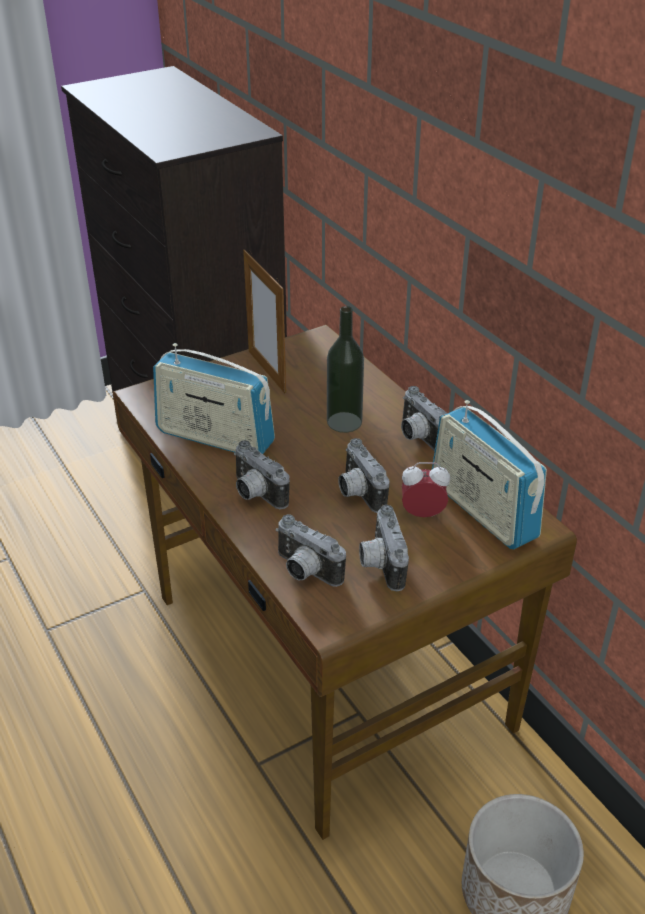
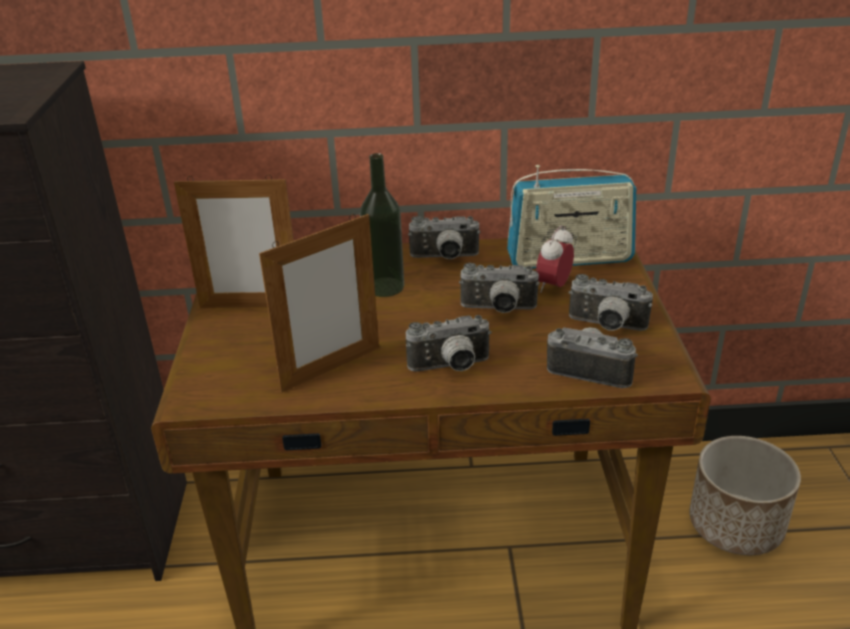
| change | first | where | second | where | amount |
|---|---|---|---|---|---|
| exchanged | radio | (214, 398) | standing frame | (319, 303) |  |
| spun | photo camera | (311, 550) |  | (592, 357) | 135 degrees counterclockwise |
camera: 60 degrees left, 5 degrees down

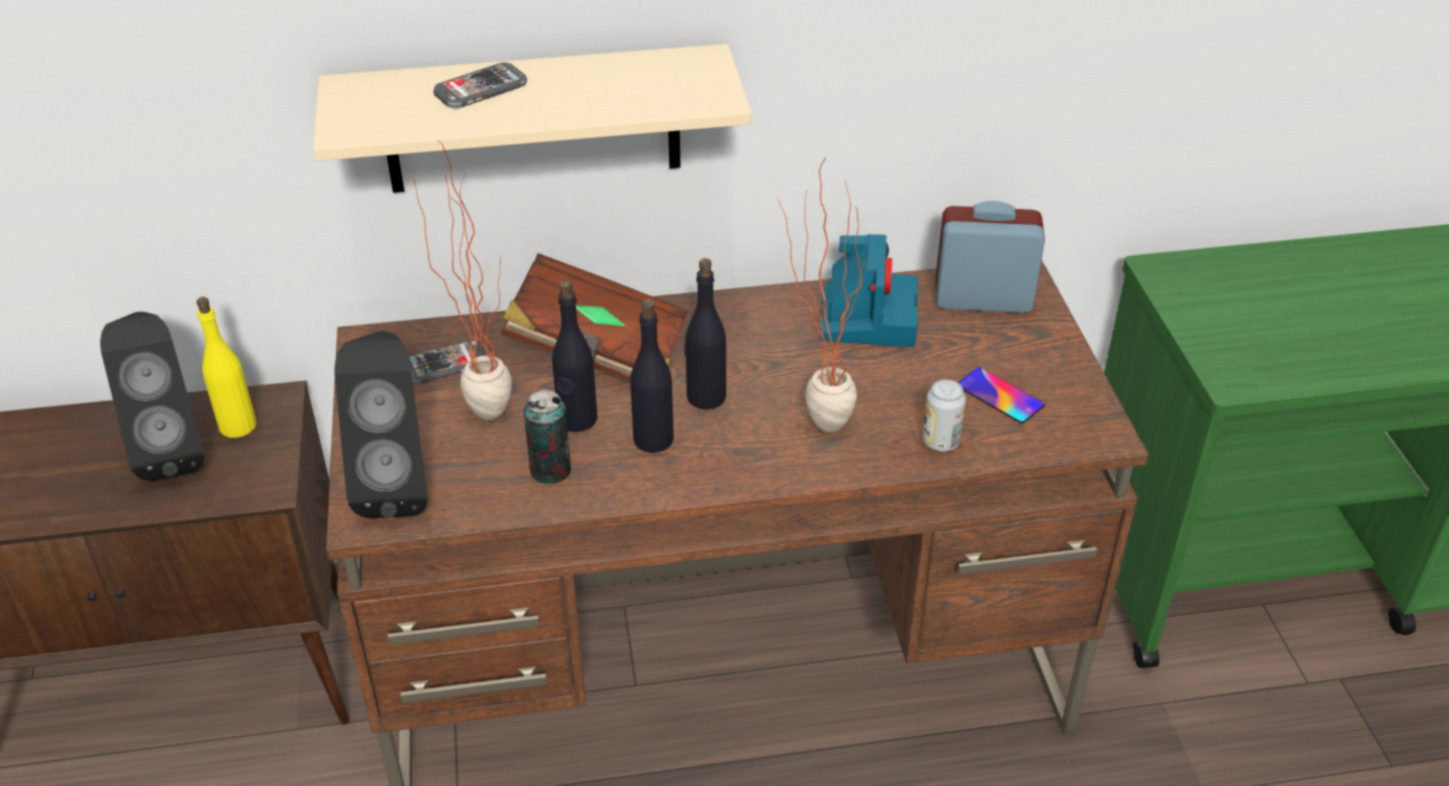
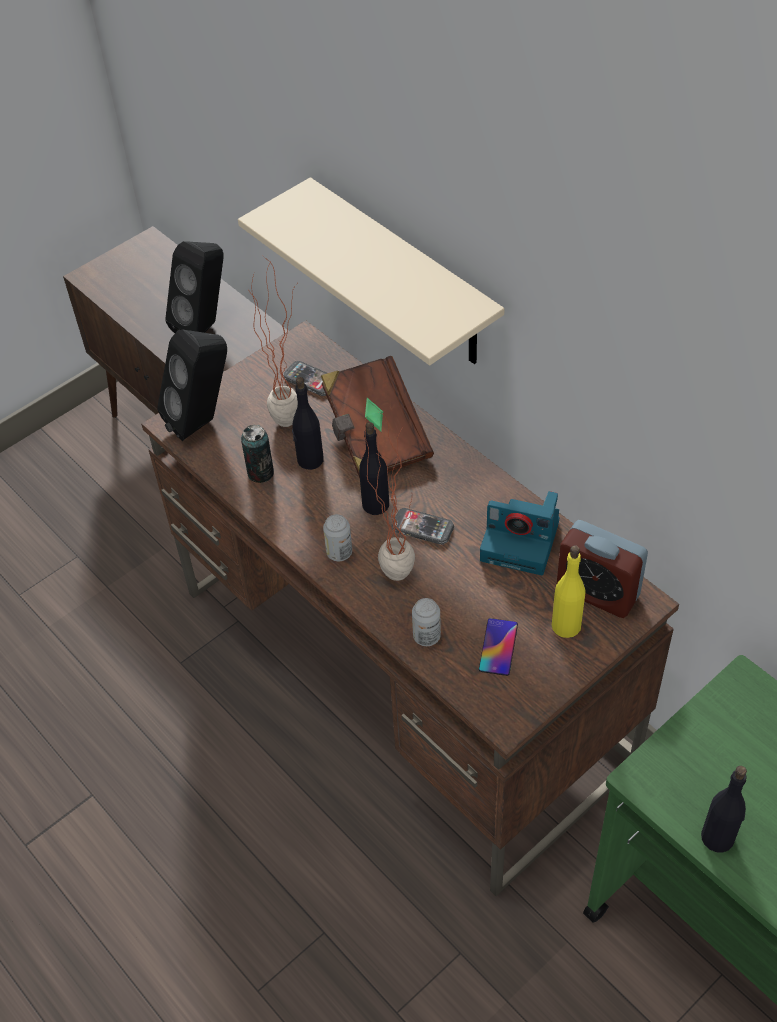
| change | first | where | second | where | amount |
|---|---|---|---|---|---|
| relocated | handset | (480, 85) |  | (422, 526) |  |
| spun | bedside clock | (990, 257) |  | (602, 569) | 150 degrees clockwise |
| spun | photo camera | (868, 290) |  | (519, 533) | 45 degrees clockwise |
| relocated | drink bottle (yellow-coloured) | (226, 367) |  | (568, 591) |  |
| relocated | drink bottle (blackish) | (652, 376) |  | (724, 809) |  |
| appeared |  |  | metal can | (337, 537) |  |
camera: 60 degrees right, 10 degrees up

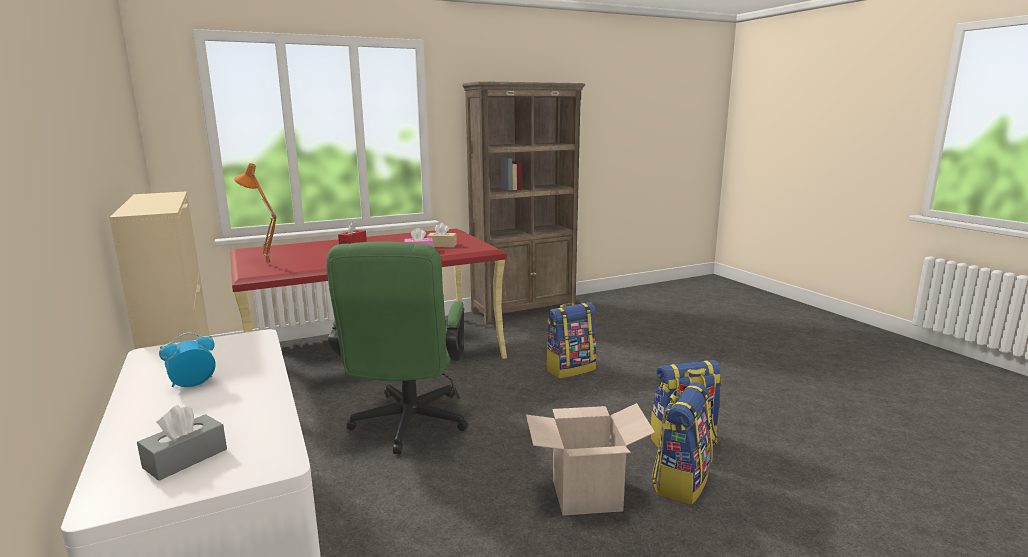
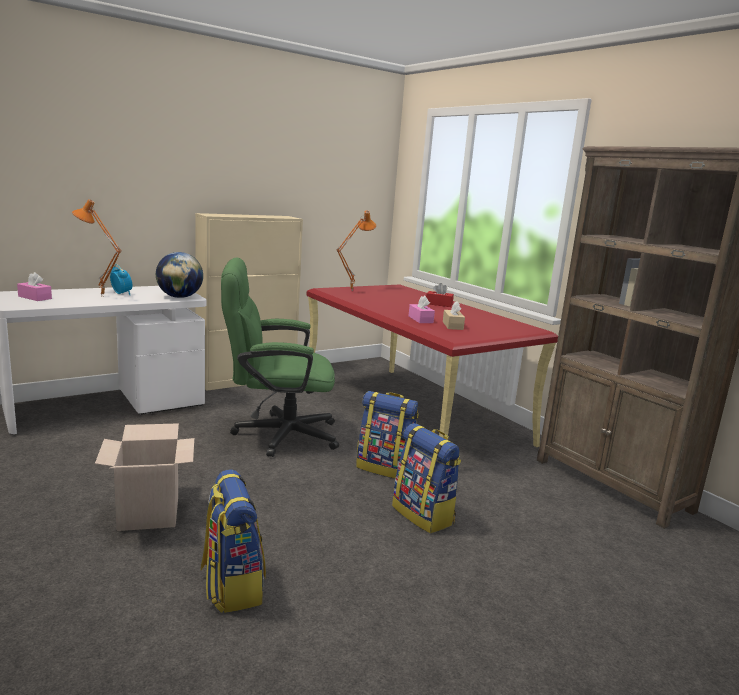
| change | first | where | second | where | amount |
|---|---|---|---|---|---|
| relocated | rucksack | (682, 443) |  | (387, 434) |  |
| colour | tissue box (grey) | (182, 443) | tissue box (pink-coloured) | (34, 286) |  |
| appeared |  |  | lamp for a table (orangey) | (97, 248) |  |
| appeared |  |  | desk globe | (179, 275) |  |
camera: 80 degrees right, 0 degrees up

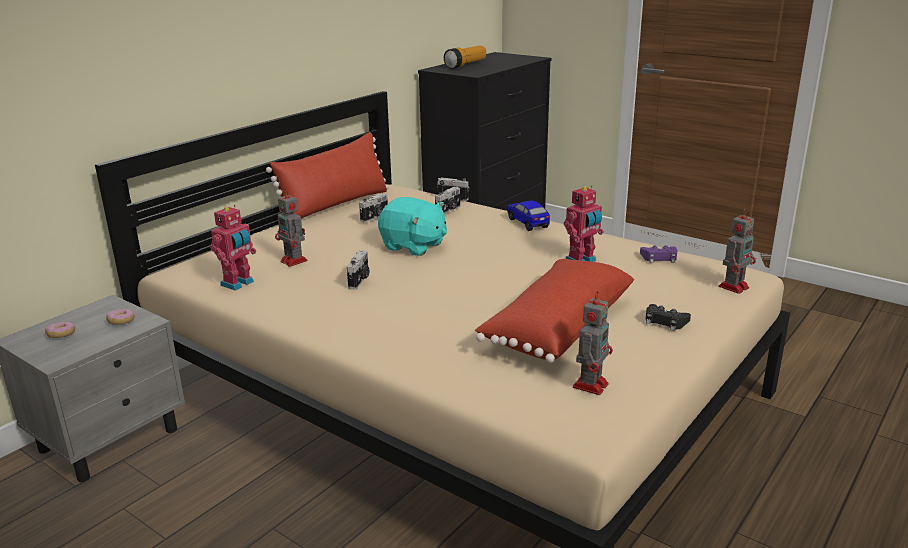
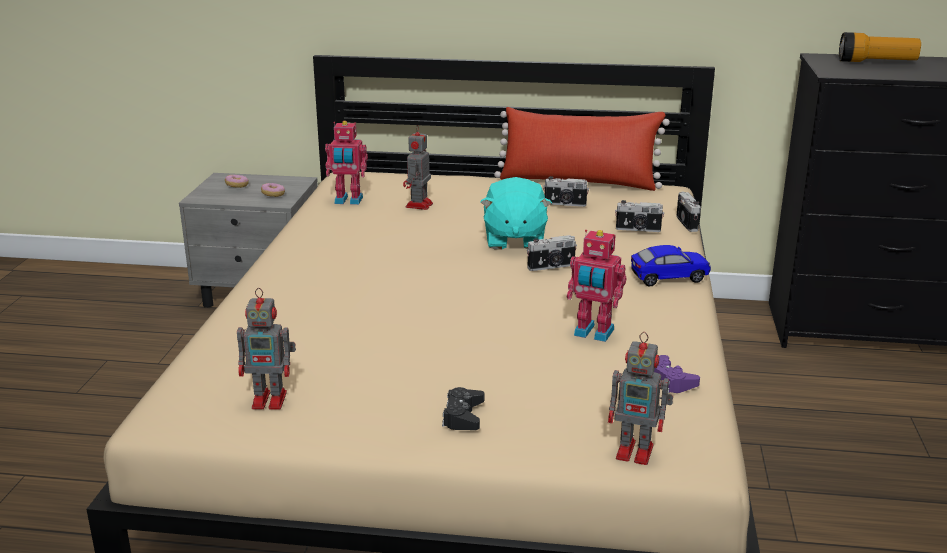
| change | first | where | second | where | amount |
|---|---|---|---|---|---|
| spun | miniature car | (528, 216) |  | (671, 266) | 45 degrees clockwise |
| relocated | photo camera | (358, 269) |  | (552, 253) |  |
| missing | pillow (reddish) | (554, 311) |  |  |  |
camera: 60 degrees right, 0 degrees up

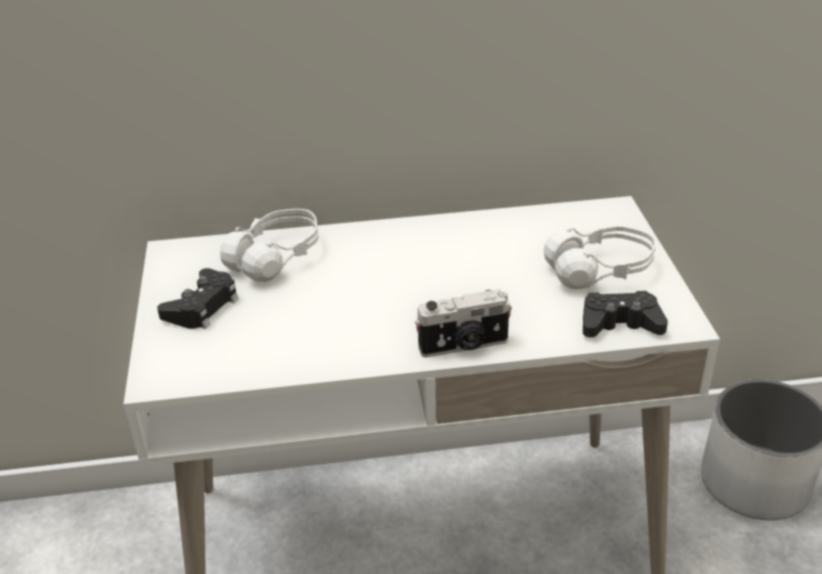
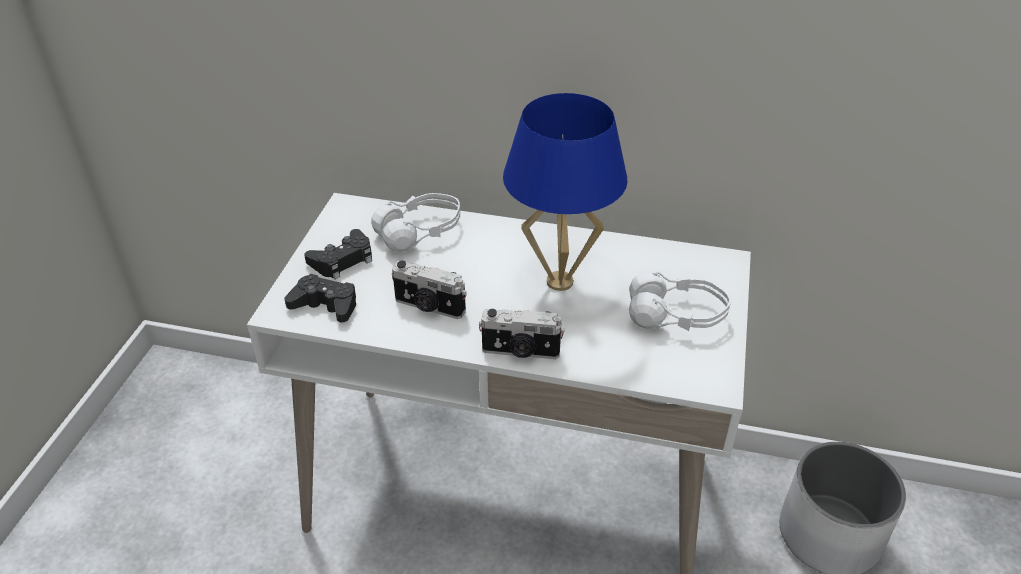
| change | first | where | second | where | amount |
|---|---|---|---|---|---|
| relocated | game controller (blackish) | (625, 314) |  | (320, 298) |  |
| appeared |  |  | lamp for a table (blue-coloured) | (565, 192) |  |
| appeared |  |  | photo camera | (429, 290) |  |
camera: 20 degrees right, 5 degrees up

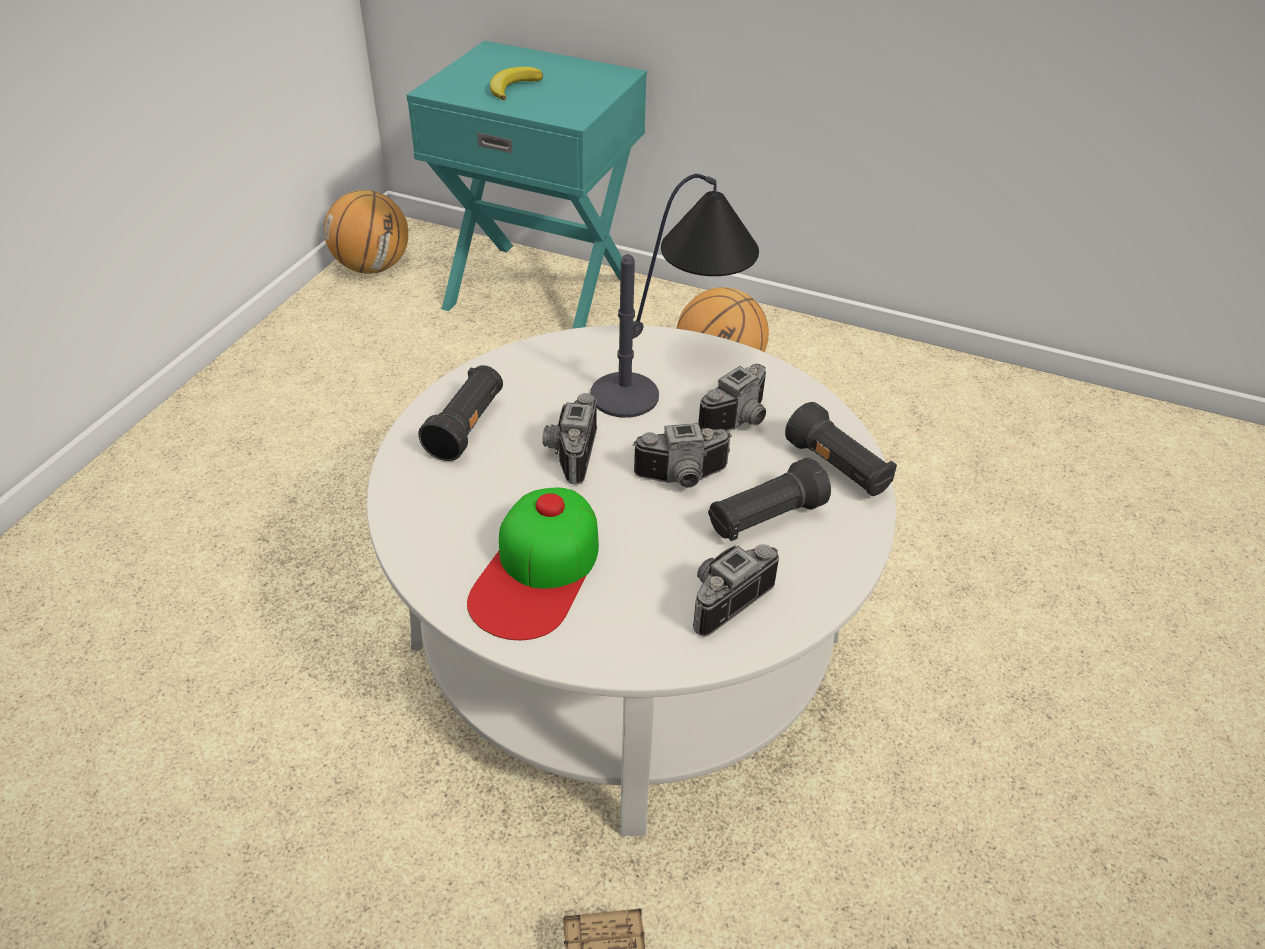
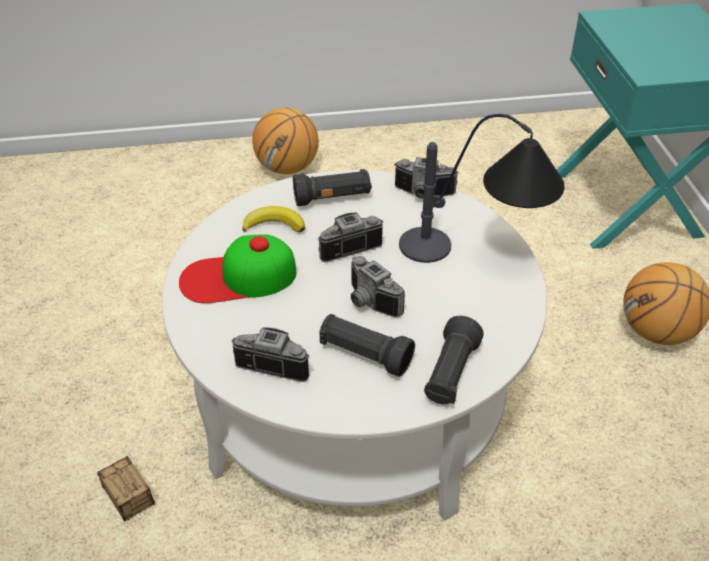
| change | first | where | second | where | amount |
|---|---|---|---|---|---|
| relocated | whole banana | (516, 83) |  | (273, 219) |  |
| relocated | ball for basketball | (366, 232) |  | (285, 140) |  |
| relocated | photo camera | (732, 397) |  | (426, 178) |  |
camera: 60 degrees right, 0 degrees up

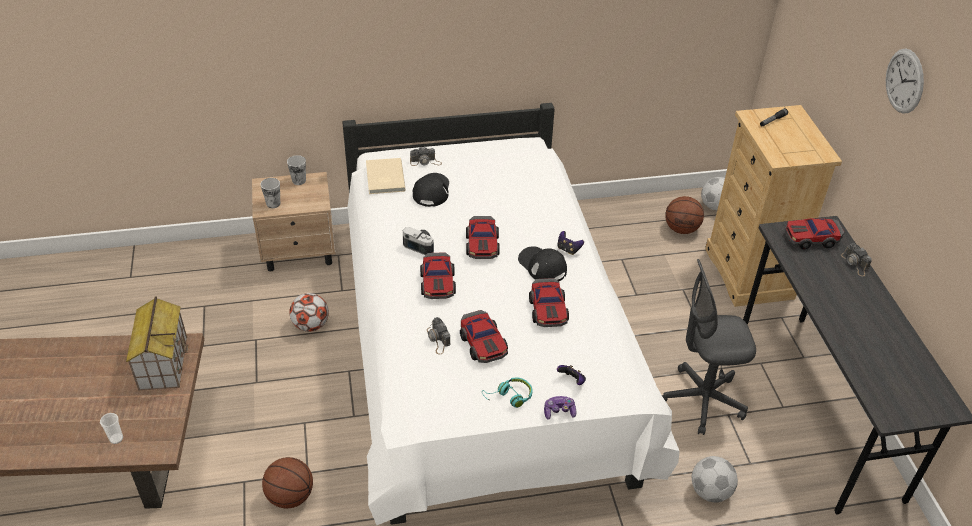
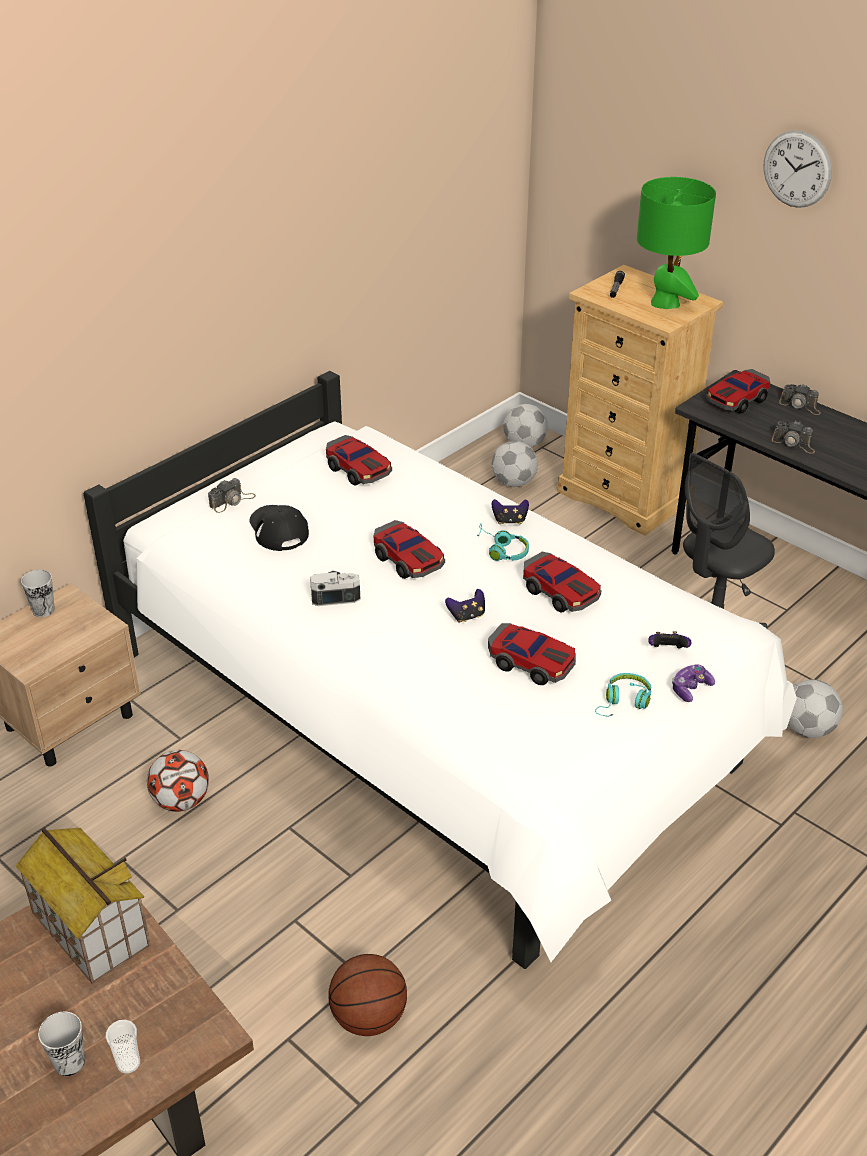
| change | first | where | second | where | amount |
|---|---|---|---|---|---|
| missing | bound book (beige) | (386, 176) |  |  |  |
| relocated | drinking cup | (270, 193) |  | (61, 1044) |  |
| exchanged | ball for basketball | (684, 215) | ball for football | (515, 464) |  |
| exchanged | baseball cap (blackish) | (542, 263) | headphones (turquoise) | (503, 542) |  |
| relocated | miniature car | (438, 275) |  | (359, 460) |  |
| relocated | photo camera | (439, 336) |  | (793, 437) |  |
| appeared |  |  | lamp for a table (green) | (676, 243) |  |
| appeared |  |  | game controller | (465, 606) |  |
camera: 35 degrees left, 5 degrees down

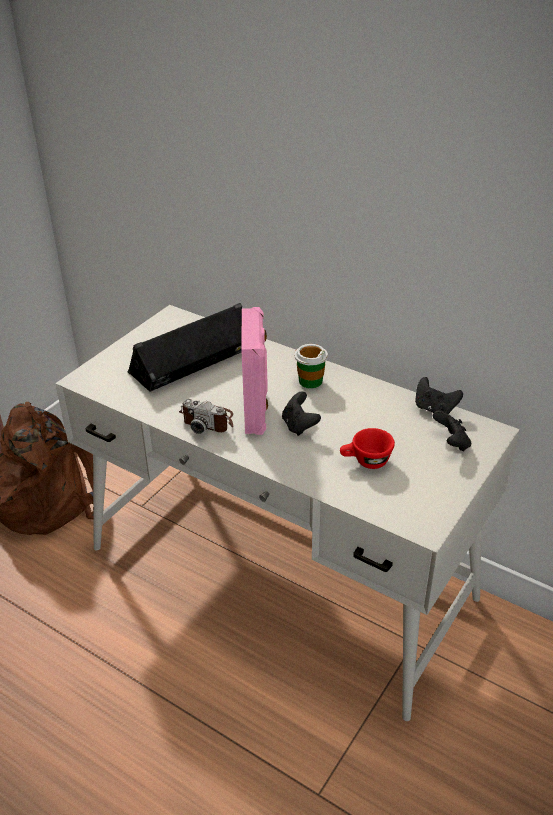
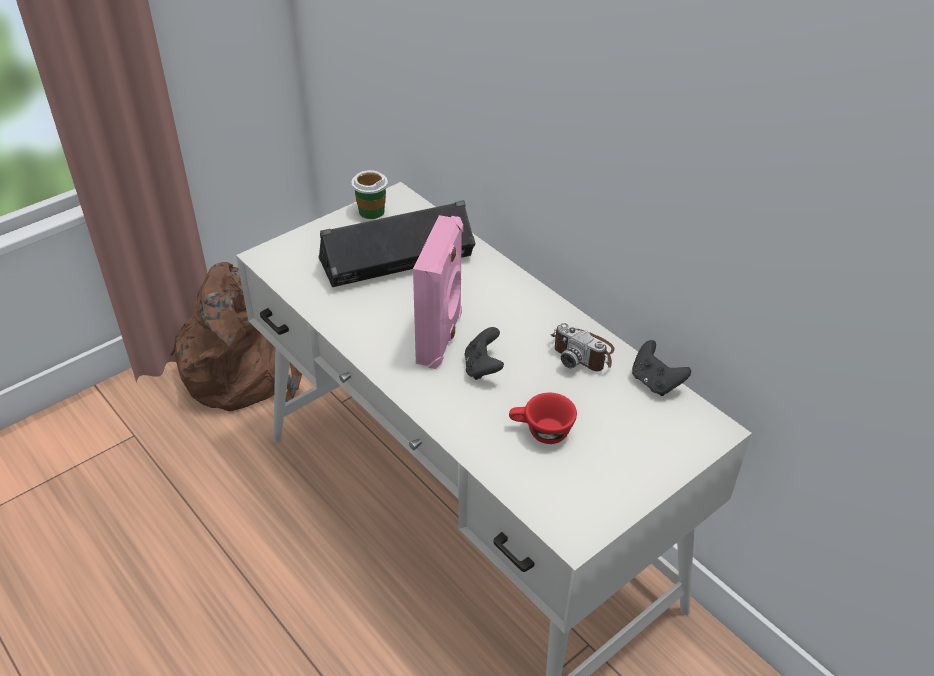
| change | first | where | second | where | amount |
|---|---|---|---|---|---|
| relocated | drinking cup | (311, 366) |  | (369, 194) |  |
| relocated | photo camera | (206, 416) |  | (583, 347) |  |
| missing | game controller (blackish) | (452, 430) |  |  |  |
camera: 15 degrees right, 5 degrees up

